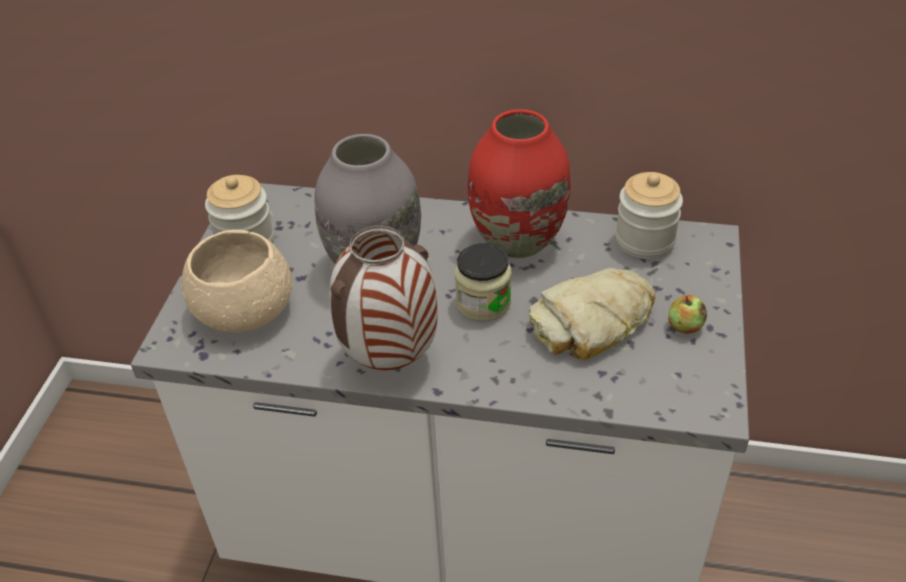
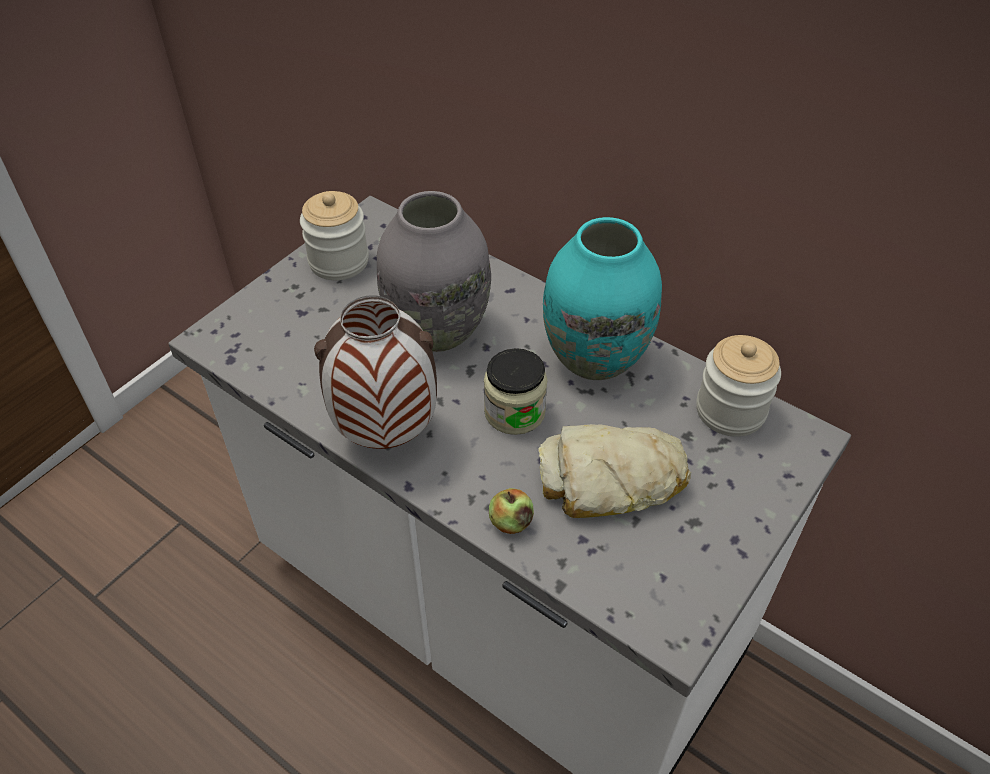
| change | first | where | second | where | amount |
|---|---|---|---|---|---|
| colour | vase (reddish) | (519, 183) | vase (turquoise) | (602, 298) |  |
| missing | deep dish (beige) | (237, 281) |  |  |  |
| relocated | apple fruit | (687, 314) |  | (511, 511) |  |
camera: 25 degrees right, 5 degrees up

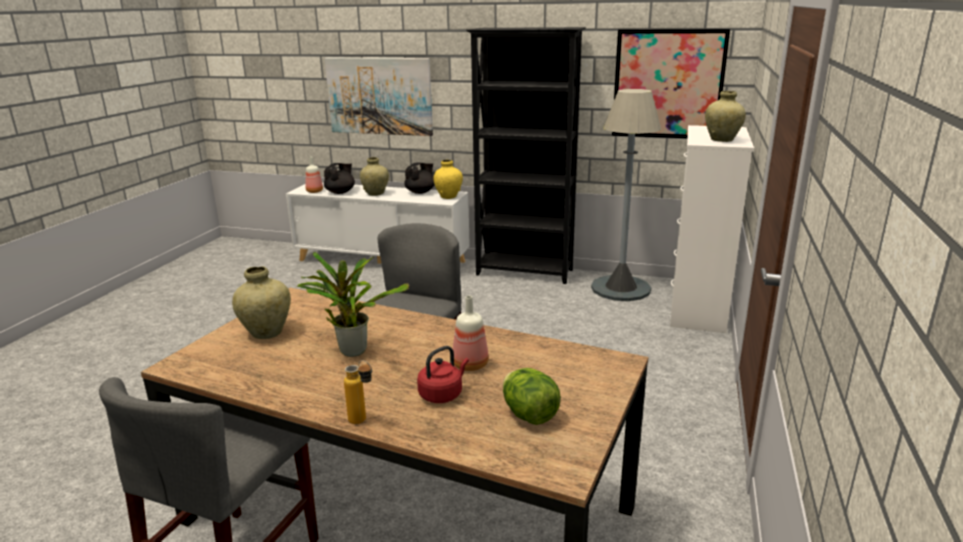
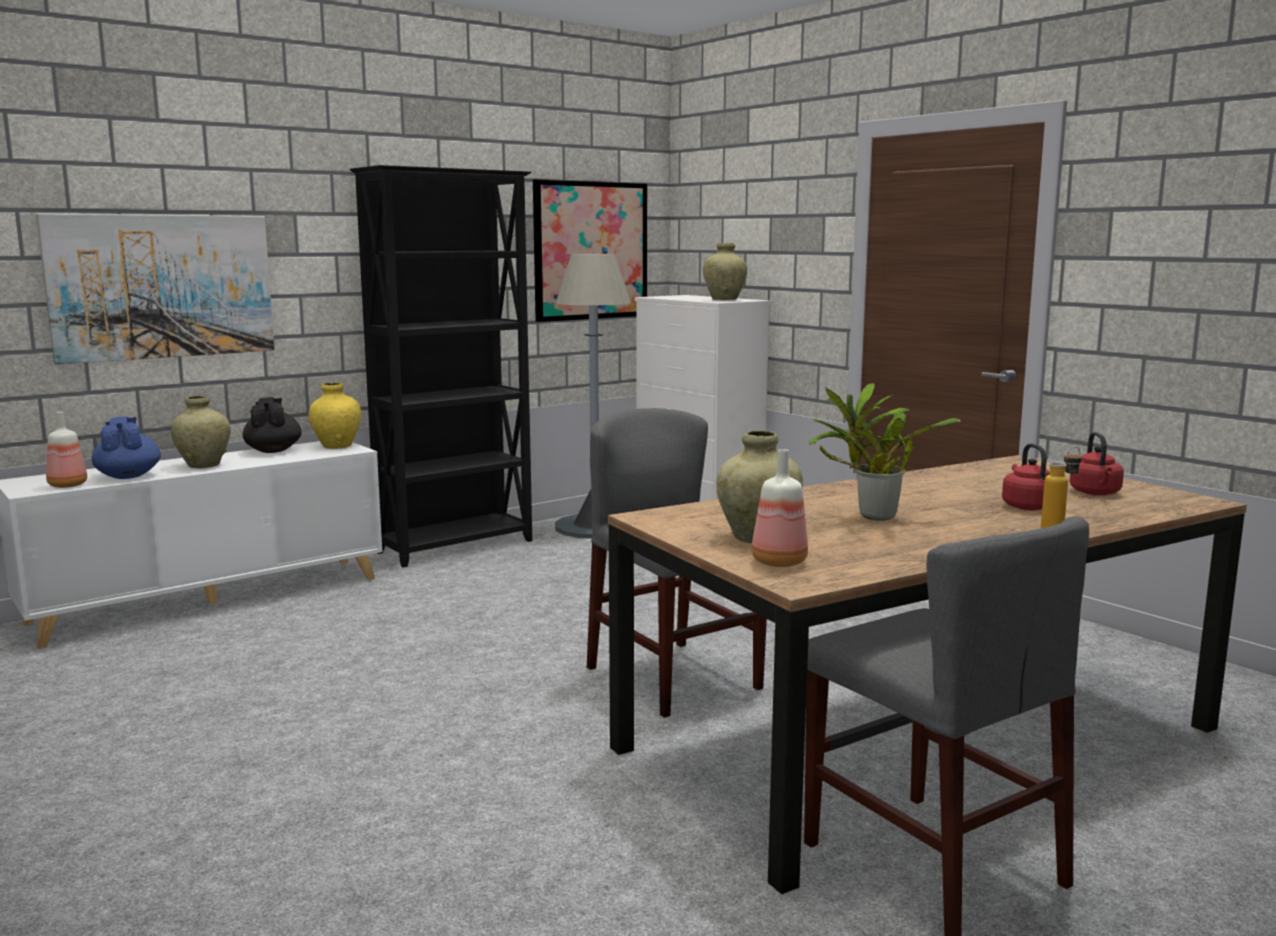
| change | first | where | second | where | amount |
|---|---|---|---|---|---|
| colour | pot for tea (blackish) | (339, 178) | pot for tea (blue-coloured) | (126, 447) |  |
| relocated | drink bottle | (471, 333) |  | (780, 508) |  |
| exchanged | lettuce | (532, 396) | kettle (reddish) | (1097, 463) |  |
camera: 55 degrees left, 10 degrees down

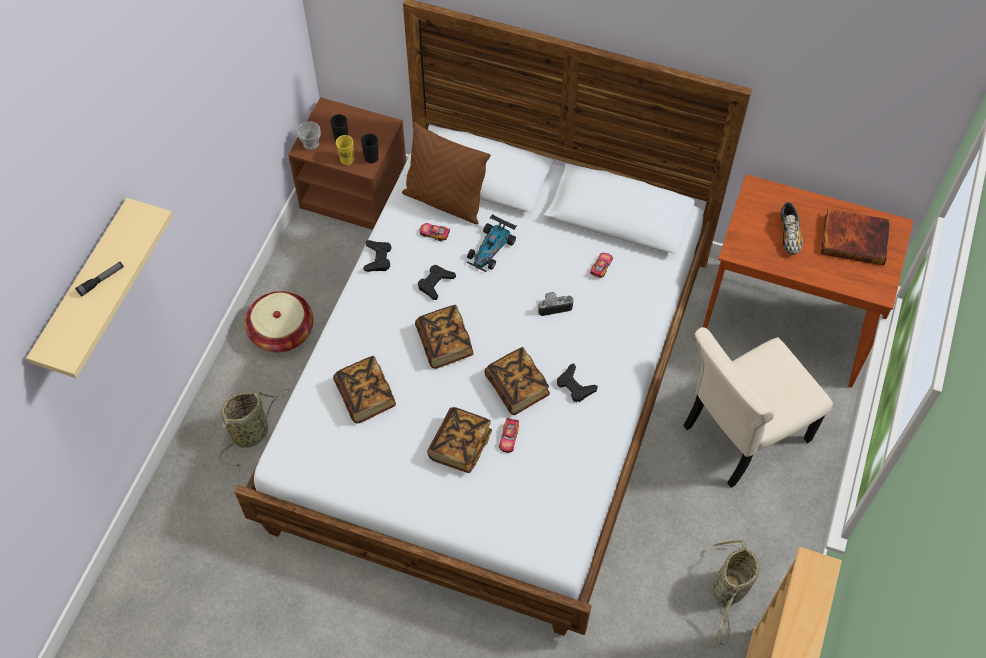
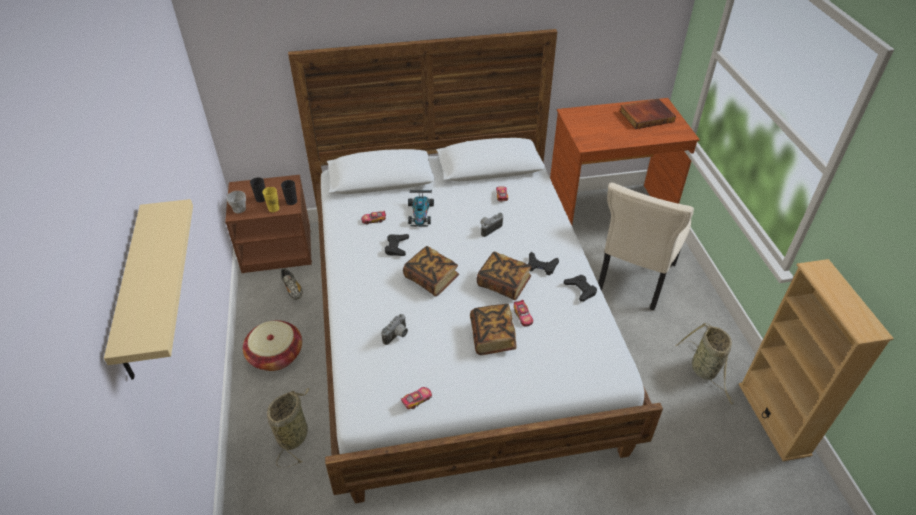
| change | first | where | second | where | amount |
|---|---|---|---|---|---|
| missing | pillow (brown) | (446, 173) |  |  |  |
| relocated | item of footwear | (791, 228) |  | (292, 284) |  |
| relocated | game controller (blackish) | (377, 256) |  | (580, 288) |  |
| missing | torch | (99, 279) |  |  |  |
| exchanged | bound book | (364, 389) | photo camera | (394, 329) |  |
| appeared |  |  | miniature car | (416, 398) |  |
camera: 30 degrees left, 15 degrees down

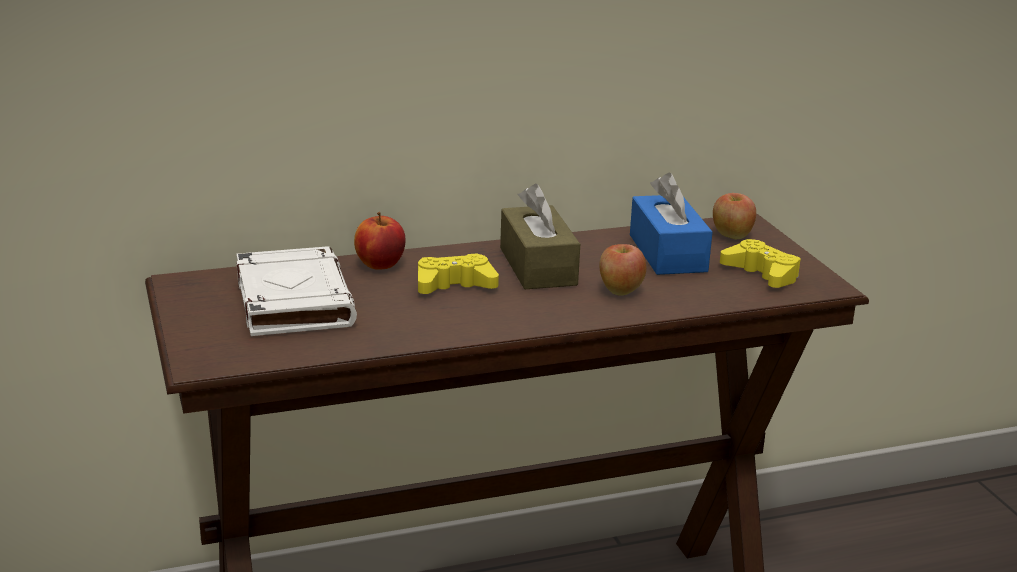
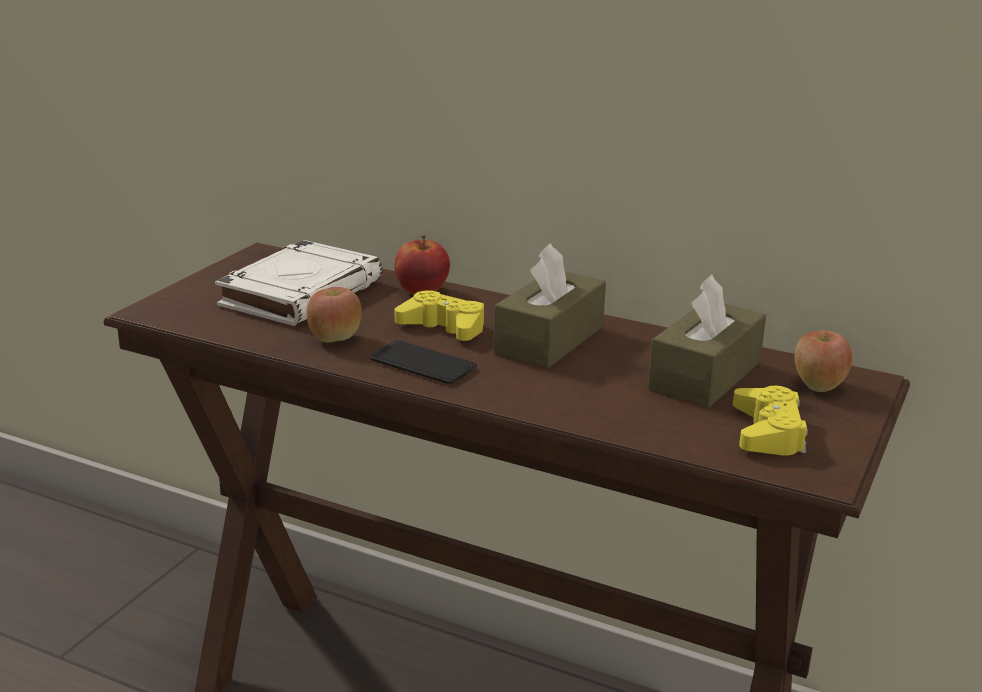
| change | first | where | second | where | amount |
|---|---|---|---|---|---|
| colour | tissue box (blue-coloured) | (671, 224) | tissue box (brown) | (707, 341) |  |
| relocated | apple fruit | (622, 270) |  | (334, 315) |  |
| appeared |  |  | handset | (423, 362) |  |
camera: 45 degrees right, 0 degrees up

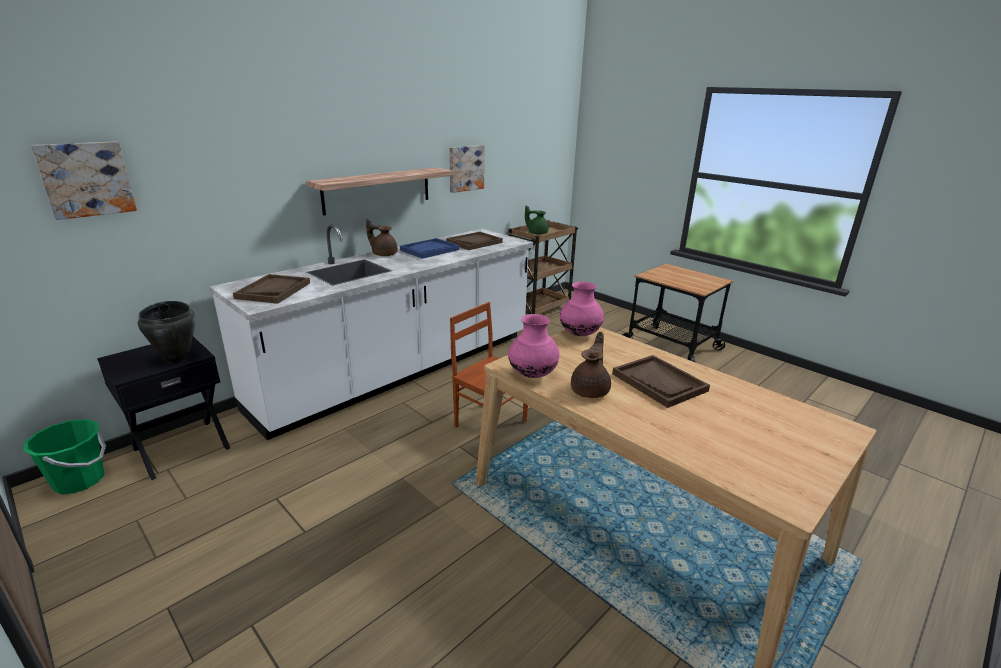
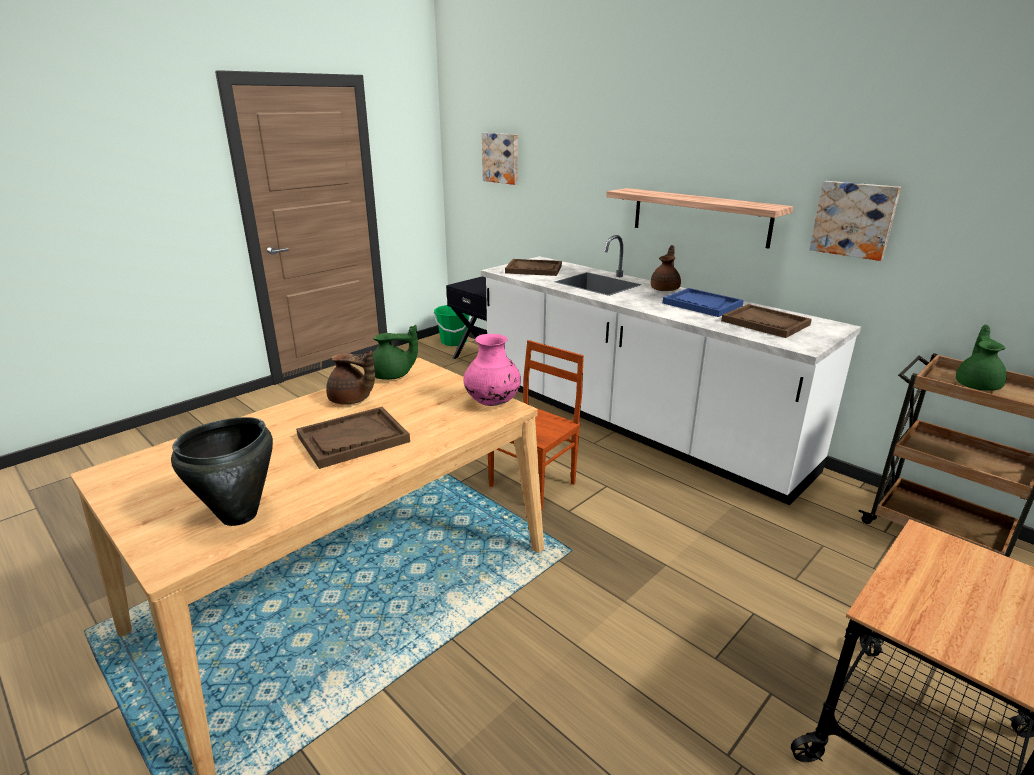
| change | first | where | second | where | amount |
|---|---|---|---|---|---|
| relocated | stockpot (blackish) | (167, 332) |  | (222, 471) |  |
| exchanged | vase (pink-coloured) | (533, 346) | pot for tea (green) | (395, 352) |  |
camera: 90 degrees right, 0 degrees up

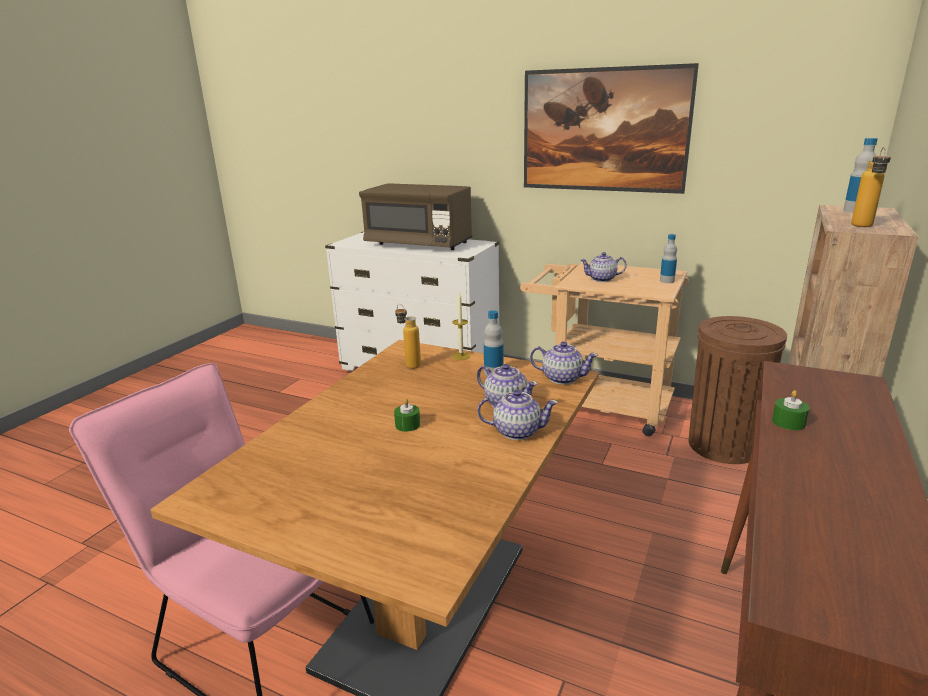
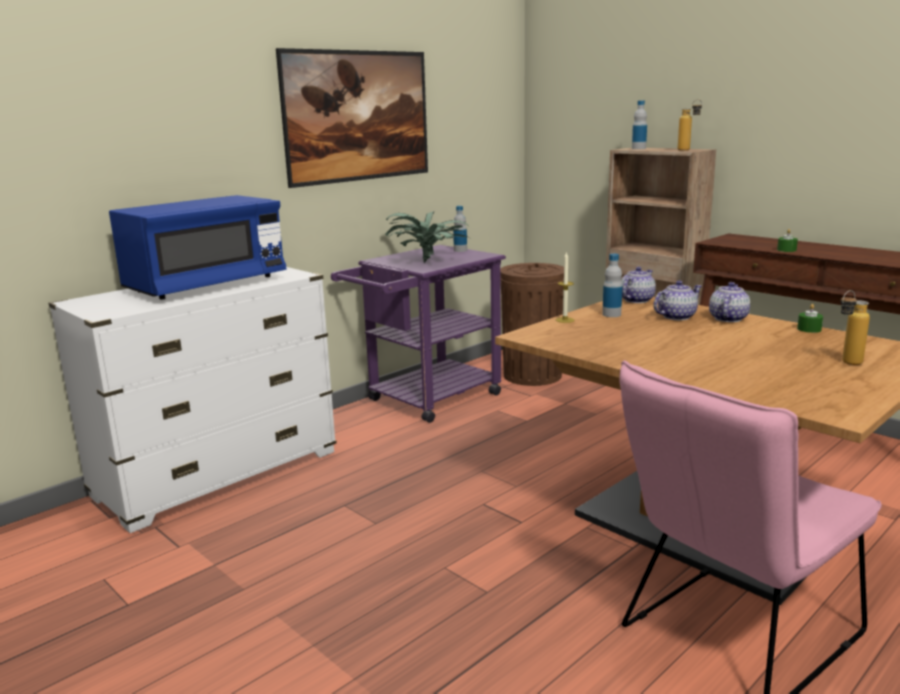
| change | first | where | second | where | amount |
|---|---|---|---|---|---|
| colour | microwave oven (brown) | (415, 216) | microwave oven (blue-coloured) | (197, 247) |  |
| exchanged | pot for tea | (603, 267) | houseplant | (427, 237) |  |
| colour | wheeled cart (beige) | (604, 349) | wheeled cart (purple) | (418, 334) |  |
| relocated | drink bottle | (408, 336) |  | (855, 327) |  |
| relocated | wax light (green) | (407, 415) |  | (810, 318) |  |
camera: 70 degrees left, 5 degrees down

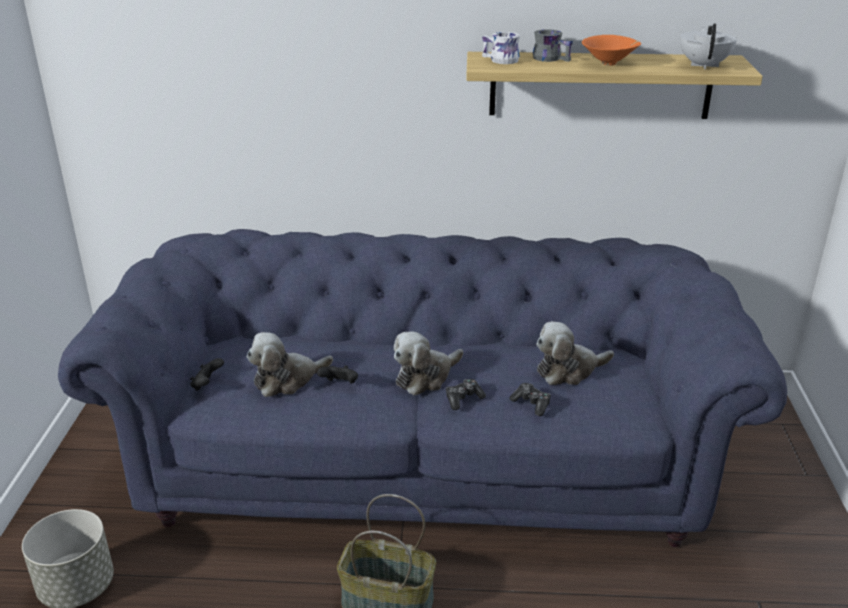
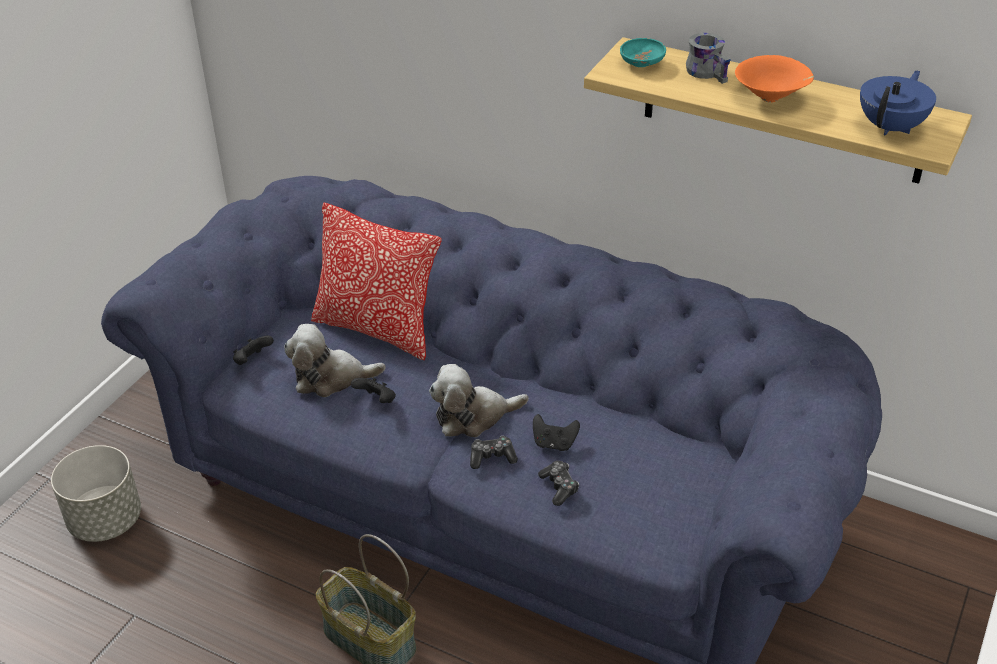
| change | first | where | second | where | amount |
|---|---|---|---|---|---|
| colour | pot for tea (white) | (708, 46) | pot for tea (blue-coloured) | (898, 102) |  |
| exchanged | mug (white) | (501, 48) | deep dish (turquoise) | (643, 52) |  |
| missing | soft toy | (575, 353) |  |  |  |
| appeared |  |  | pillow | (376, 281) |  |
| appeared |  |  | game controller (blackish) | (556, 432) |  |
camera: 25 degrees right, 10 degrees up

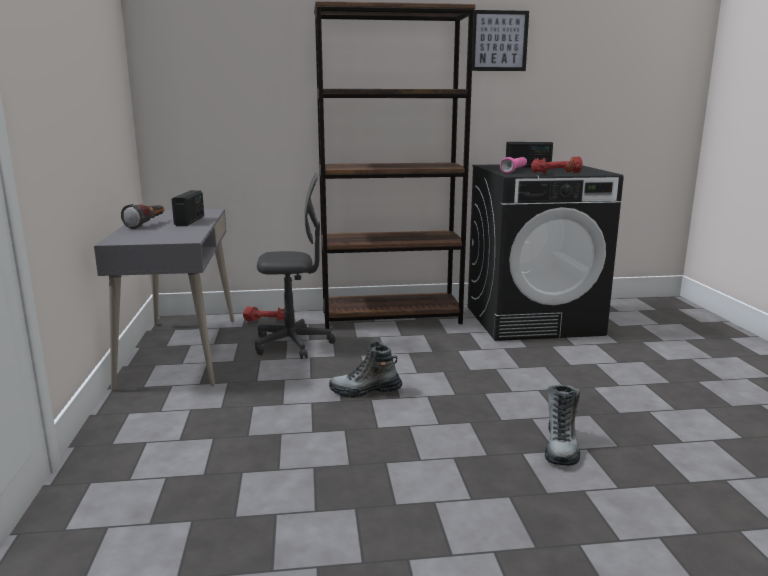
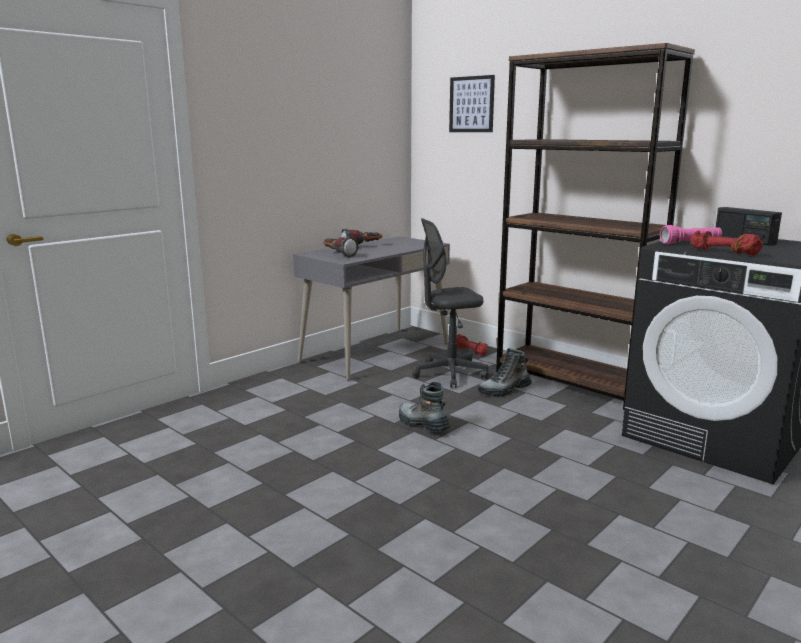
| change | first | where | second | where | amount |
|---|---|---|---|---|---|
| relocated | wall art | (500, 40) |  | (472, 103) |  |
| spun | computer chair (grey) | (295, 266) |  | (450, 303) | 120 degrees clockwise |
| missing | radio | (187, 208) |  |  |  |
| relocated | high-top boot | (562, 425) |  | (505, 372) |  |
| appeared |  |  | torch | (340, 247) |  |
camera: 50 degrees right, 0 degrees up

